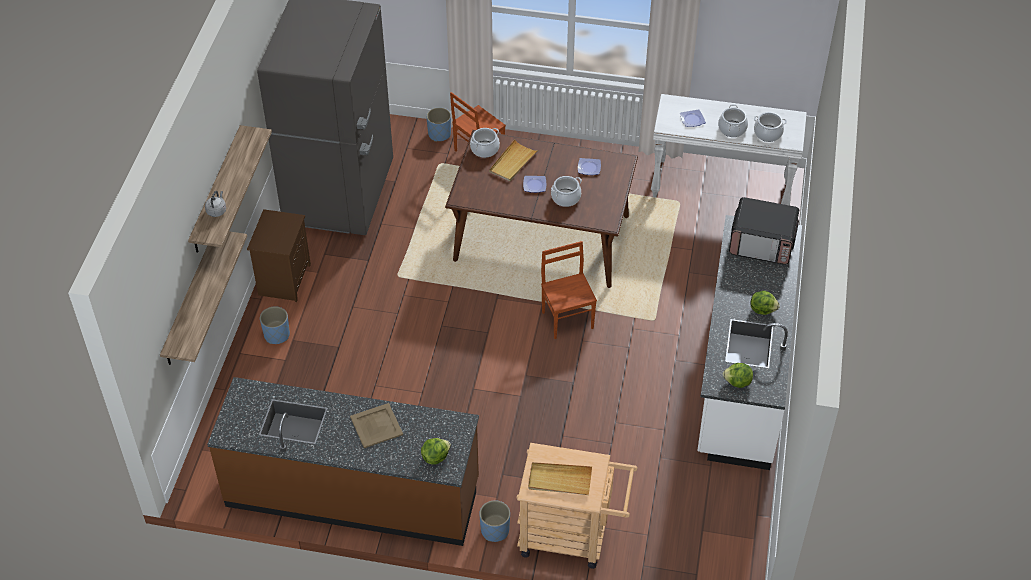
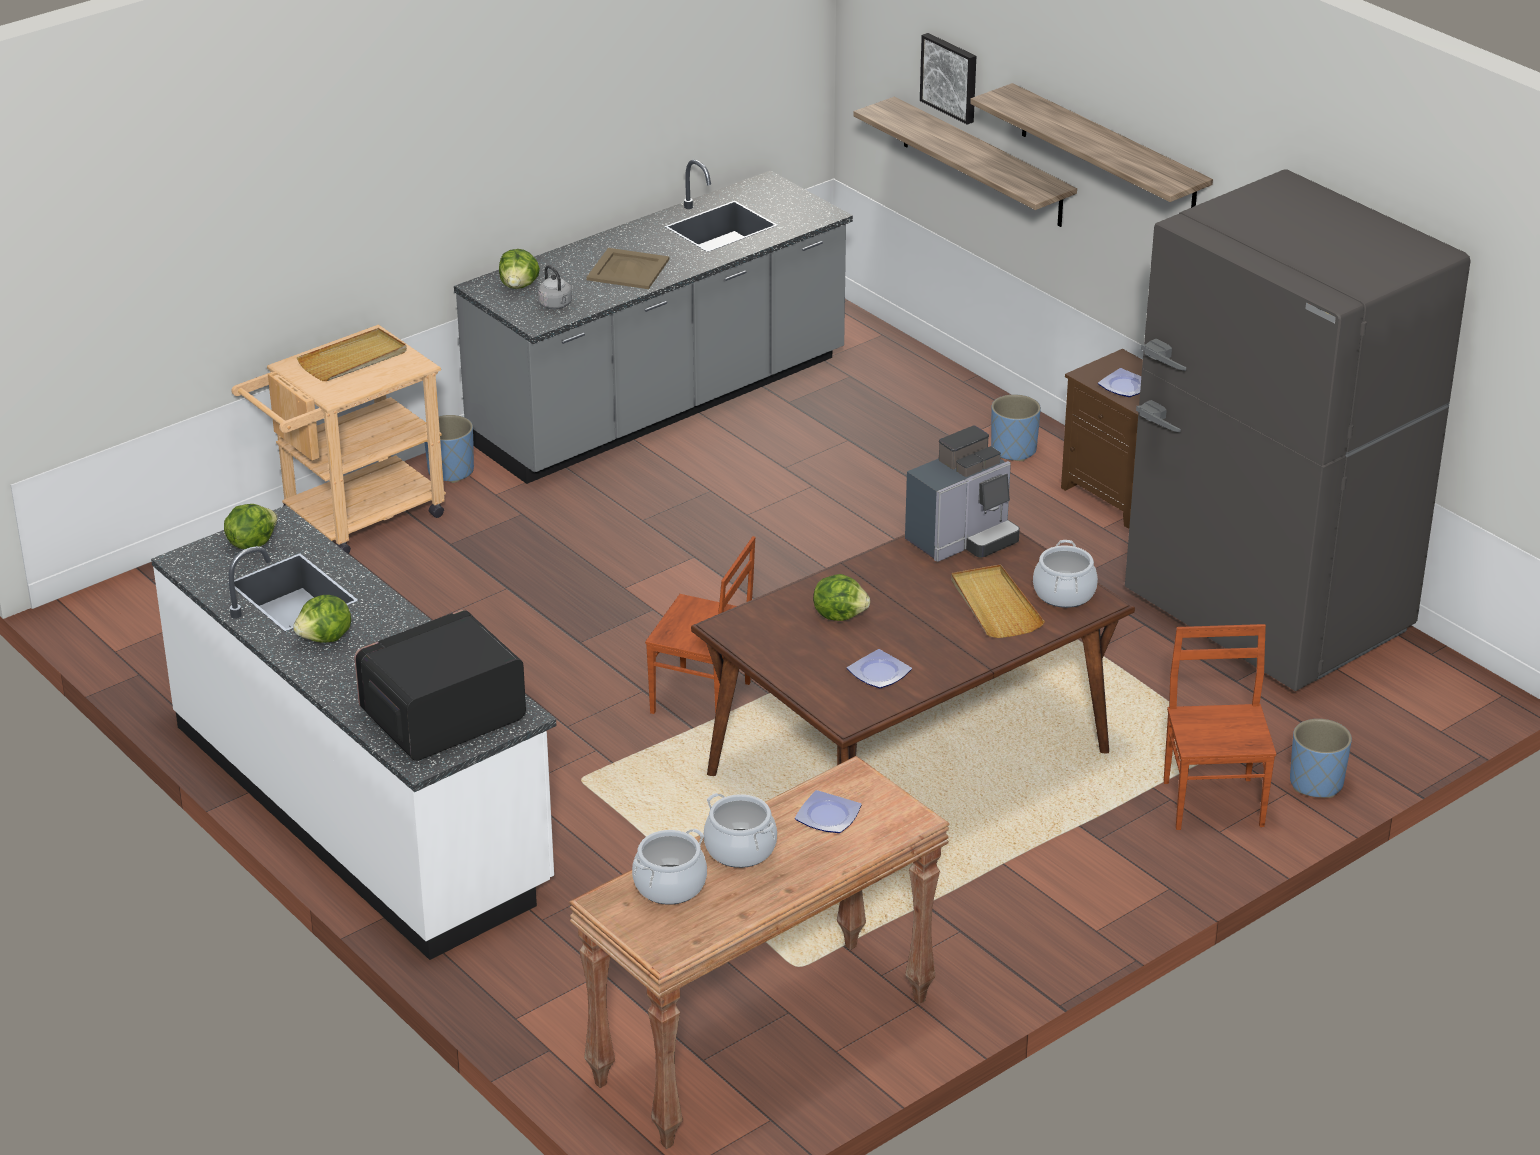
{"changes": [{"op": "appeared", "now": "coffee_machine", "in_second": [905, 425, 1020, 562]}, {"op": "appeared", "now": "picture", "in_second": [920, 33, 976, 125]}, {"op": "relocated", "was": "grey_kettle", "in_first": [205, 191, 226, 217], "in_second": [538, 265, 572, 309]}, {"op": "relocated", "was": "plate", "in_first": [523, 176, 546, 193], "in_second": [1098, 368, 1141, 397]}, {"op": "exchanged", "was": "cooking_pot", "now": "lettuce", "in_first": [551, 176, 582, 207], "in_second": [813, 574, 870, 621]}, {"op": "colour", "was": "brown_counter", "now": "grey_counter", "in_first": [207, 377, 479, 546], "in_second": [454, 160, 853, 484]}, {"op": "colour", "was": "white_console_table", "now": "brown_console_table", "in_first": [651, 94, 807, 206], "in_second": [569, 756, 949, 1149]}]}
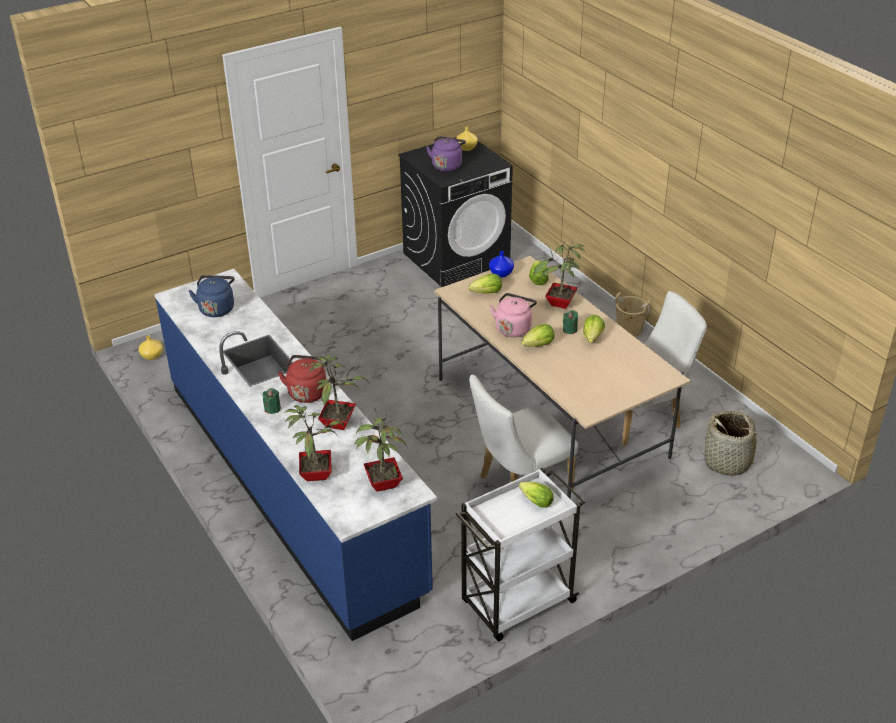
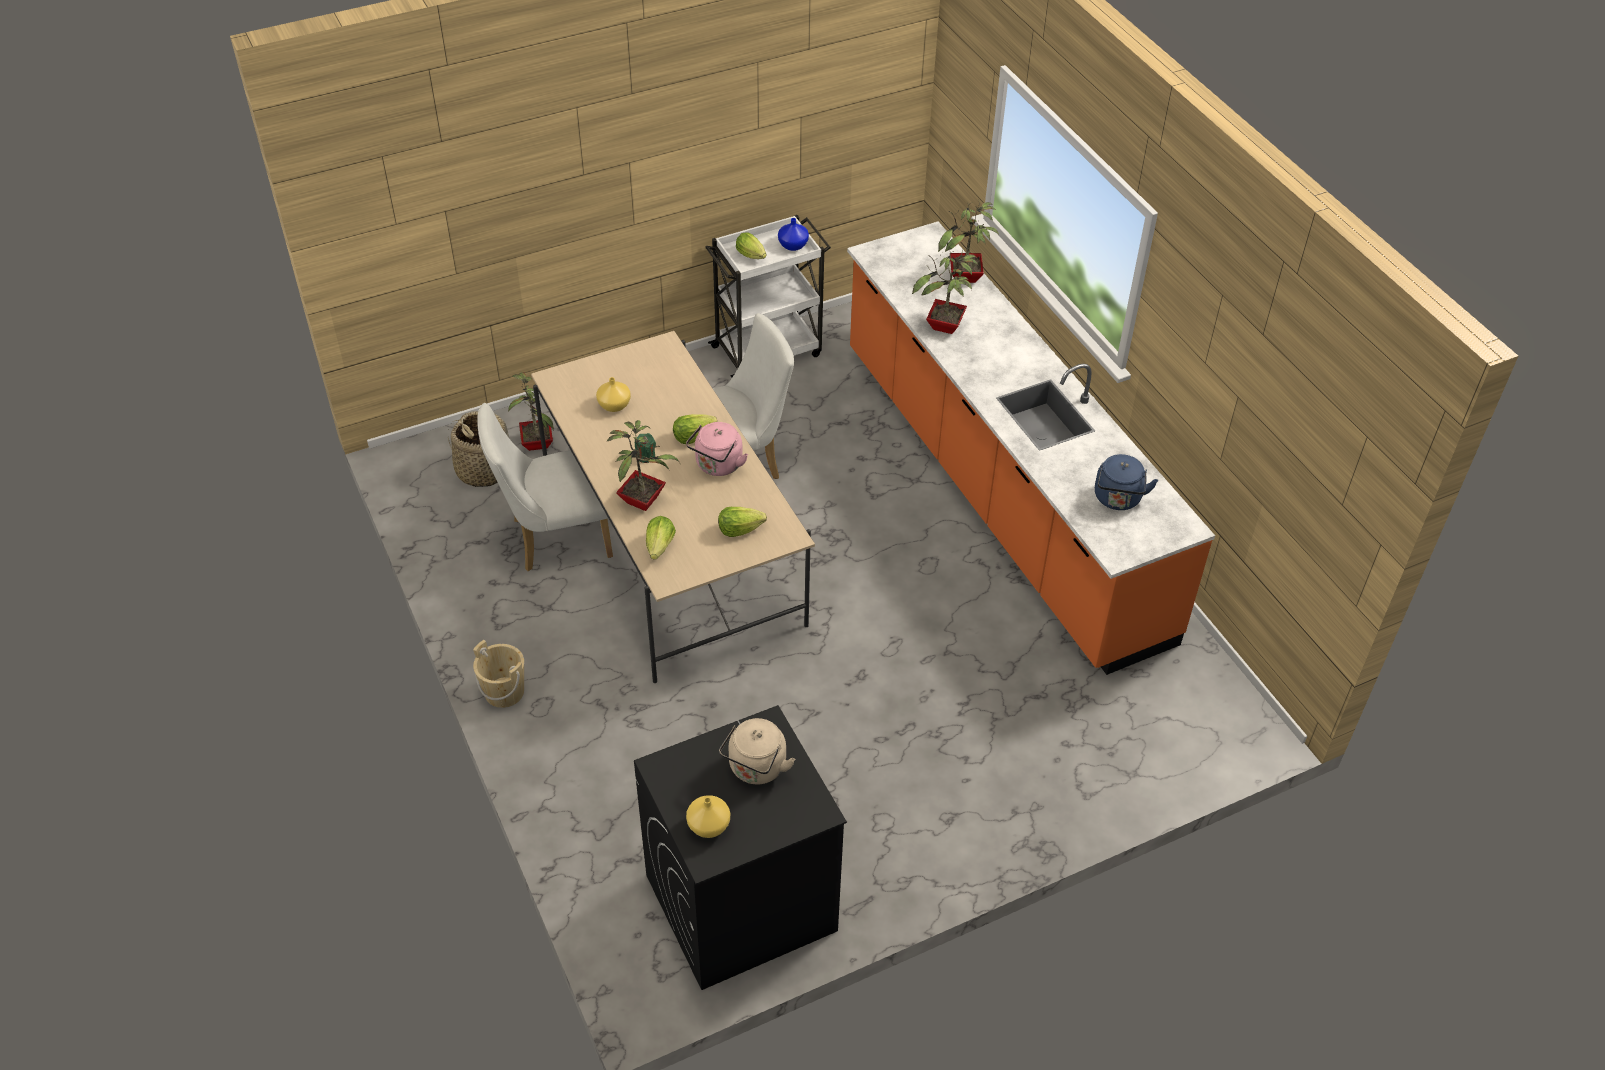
{"changes": [{"op": "missing", "was": "green_candle", "in_first": [263, 388, 281, 414]}, {"op": "missing", "was": "red_kettle", "in_first": [278, 355, 328, 403]}, {"op": "missing", "was": "lettuce", "in_first": [583, 315, 605, 343]}, {"op": "relocated", "was": "yellow_vase", "in_first": [139, 335, 163, 360], "in_second": [596, 377, 631, 412]}, {"op": "relocated", "was": "potted_plant", "in_first": [354, 408, 407, 492], "in_second": [508, 372, 554, 451]}, {"op": "relocated", "was": "blue_vase", "in_first": [489, 251, 514, 277], "in_second": [778, 218, 809, 251]}, {"op": "colour", "was": "blue_counter", "now": "orange_counter", "in_first": [154, 269, 437, 641], "in_second": [847, 222, 1215, 675]}, {"op": "colour", "was": "purple_kettle", "now": "beige_kettle", "in_first": [426, 136, 466, 172], "in_second": [719, 718, 795, 785]}]}
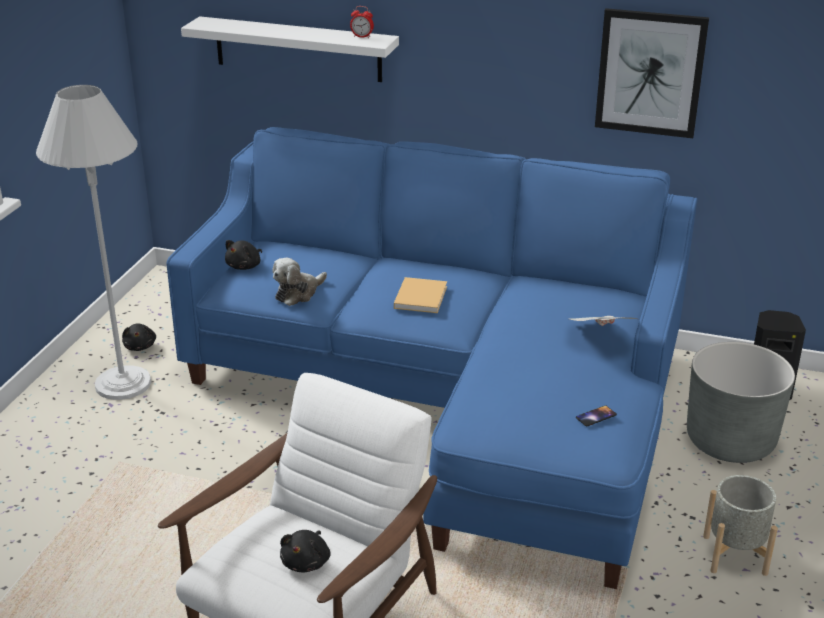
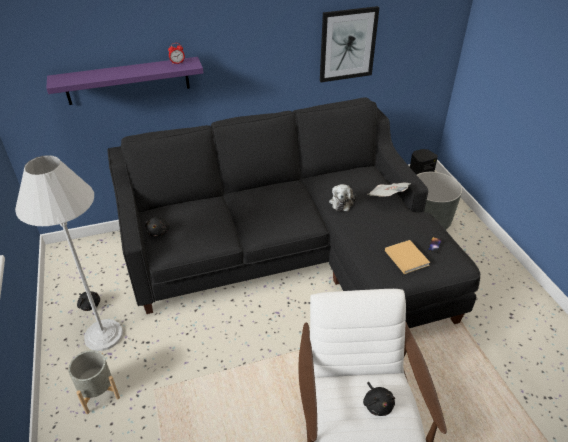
{"changes": [{"op": "relocated", "was": "plush_toy", "in_first": [272, 258, 327, 306], "in_second": [329, 184, 356, 211]}, {"op": "relocated", "was": "beige_book", "in_first": [394, 277, 447, 313], "in_second": [385, 240, 430, 274]}, {"op": "relocated", "was": "grey_planter", "in_first": [703, 475, 778, 576], "in_second": [68, 350, 120, 414]}, {"op": "colour", "was": "blue_sofa", "now": "black_sofa", "in_first": [167, 127, 698, 589], "in_second": [107, 97, 480, 328]}, {"op": "colour", "was": "white_shelf", "now": "purple_shelf", "in_first": [181, 16, 399, 82], "in_second": [46, 57, 204, 105]}]}
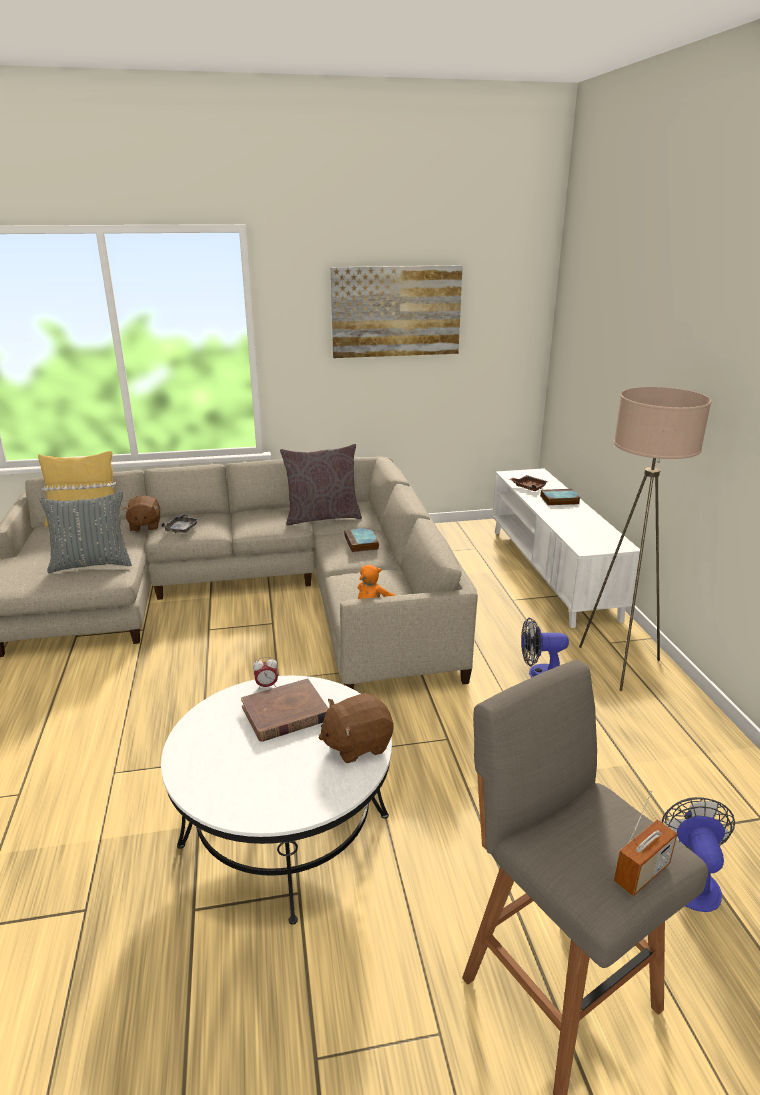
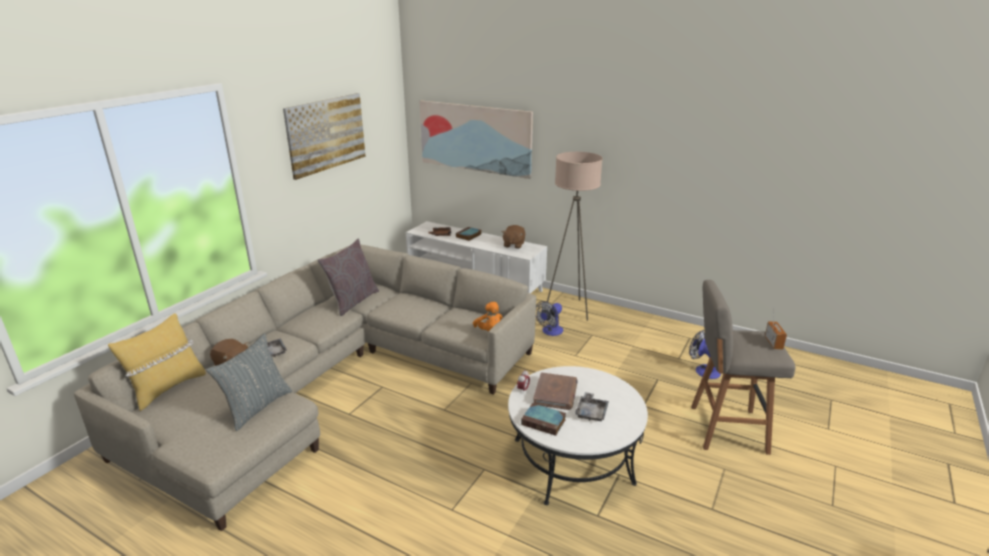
{"changes": [{"op": "appeared", "now": "picture", "in_second": [419, 100, 533, 179]}, {"op": "appeared", "now": "grey_tray", "in_second": [575, 392, 609, 421]}, {"op": "relocated", "was": "brown_plush_toy", "in_first": [319, 693, 393, 763], "in_second": [502, 225, 525, 249]}, {"op": "relocated", "was": "book", "in_first": [344, 527, 379, 552], "in_second": [521, 403, 566, 436]}]}
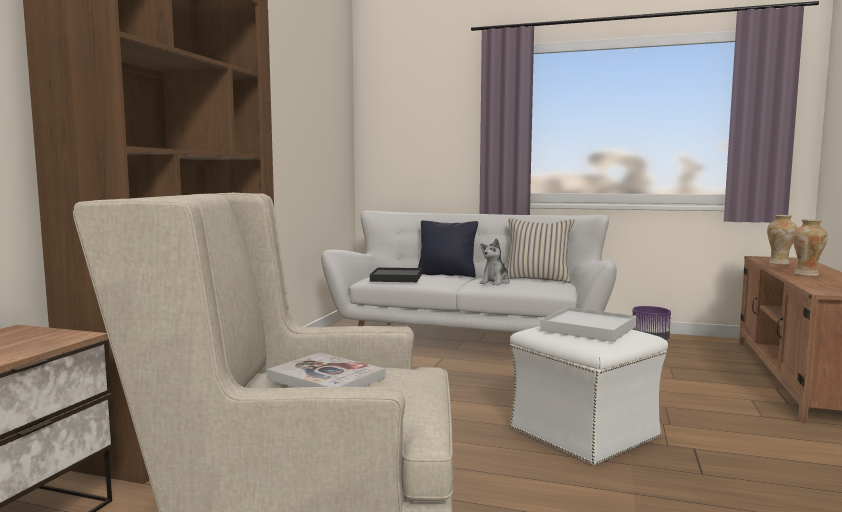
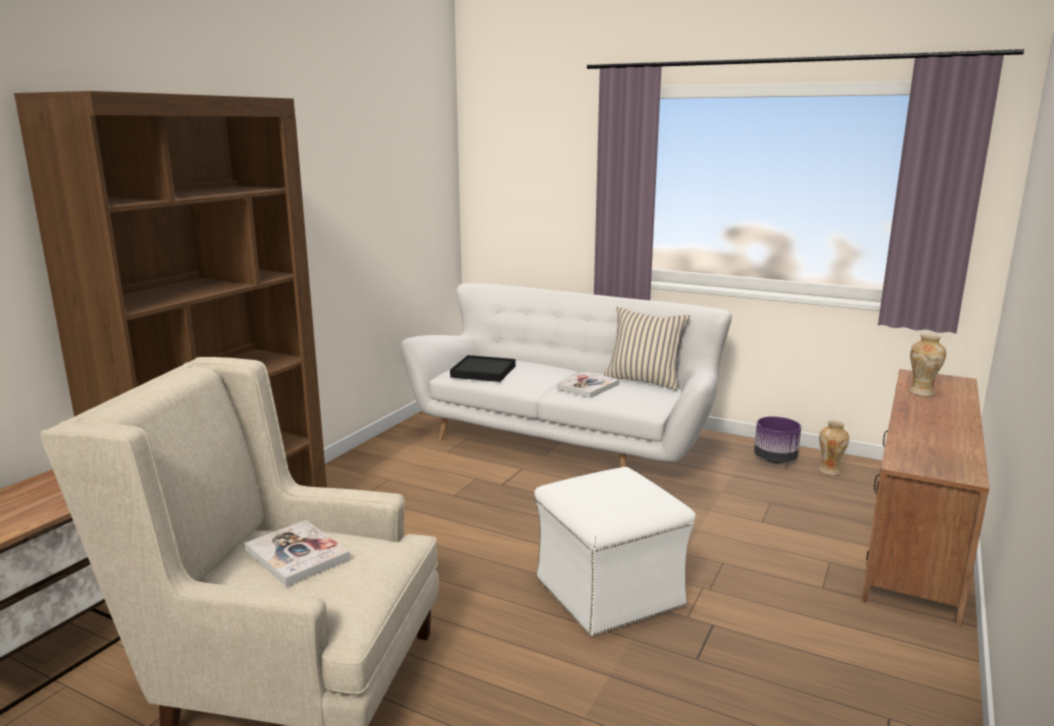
{"changes": [{"op": "missing", "was": "black_pillow", "in_first": [418, 220, 478, 277]}, {"op": "missing", "was": "white_tray", "in_first": [540, 307, 636, 342]}, {"op": "relocated", "was": "vase", "in_first": [793, 220, 828, 276], "in_second": [819, 420, 849, 475]}, {"op": "exchanged", "was": "plush_toy", "now": "book", "in_first": [480, 238, 510, 285], "in_second": [557, 372, 619, 398]}]}
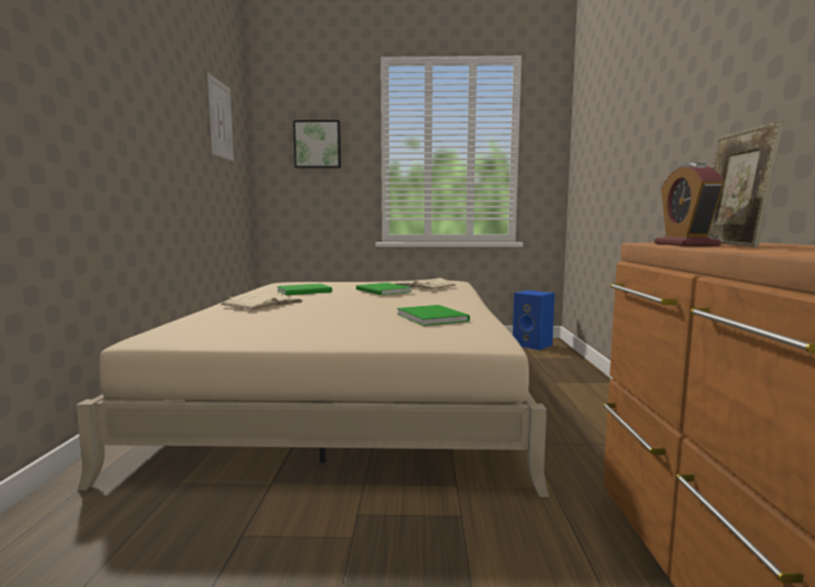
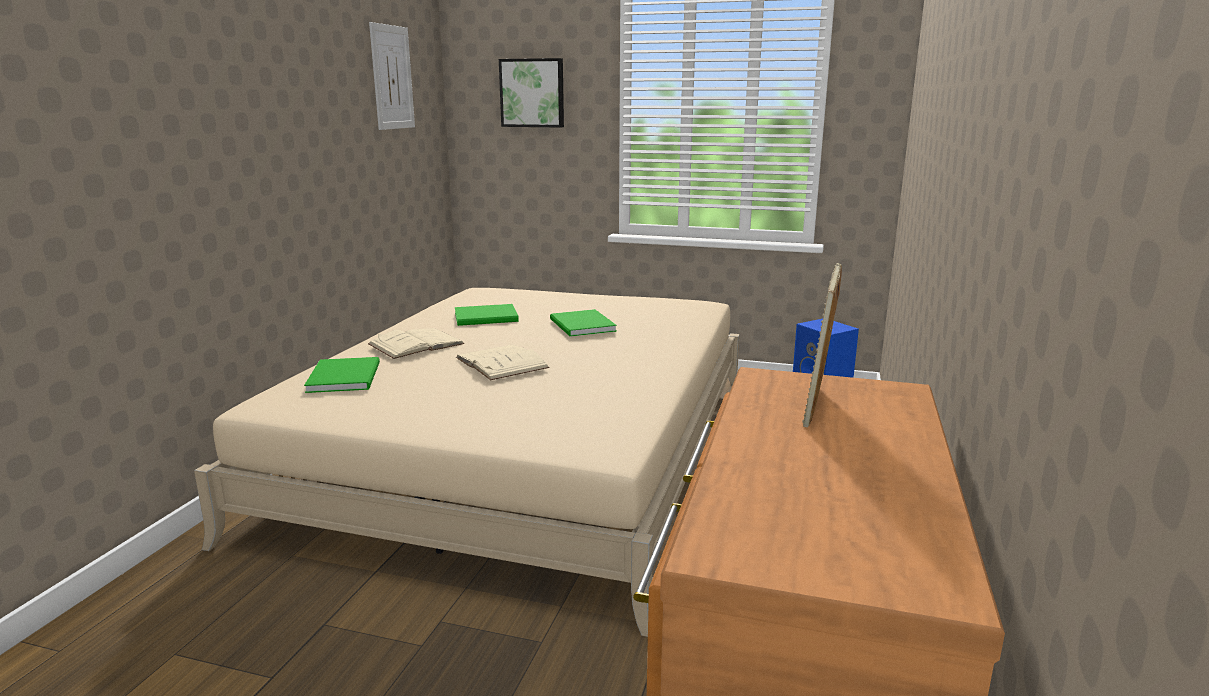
{"changes": [{"op": "missing", "was": "alarm_clock", "in_first": [654, 163, 724, 246]}, {"op": "relocated", "was": "beige_book", "in_first": [395, 278, 456, 289], "in_second": [456, 345, 550, 380]}, {"op": "relocated", "was": "green_book", "in_first": [397, 305, 470, 326], "in_second": [304, 357, 380, 393]}]}
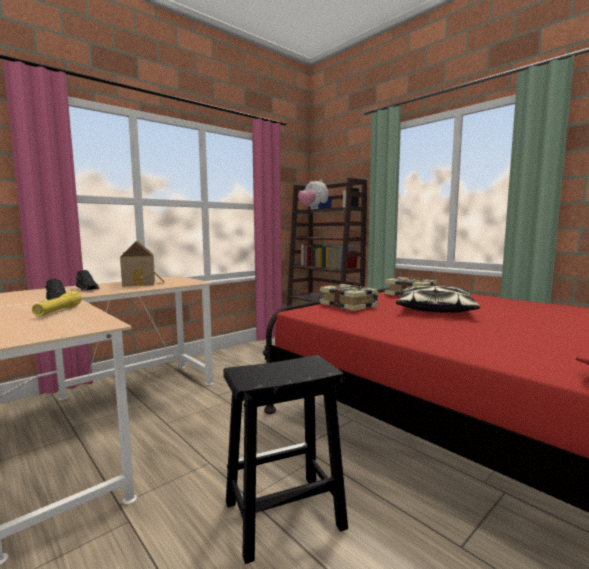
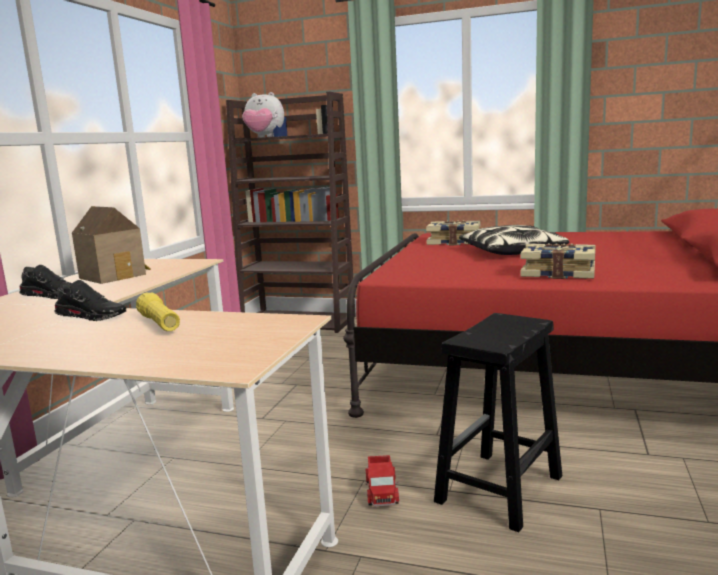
{"changes": [{"op": "appeared", "now": "toy_truck", "in_second": [366, 455, 399, 507]}, {"op": "relocated", "was": "book", "in_first": [320, 284, 379, 311], "in_second": [520, 243, 595, 279]}]}
